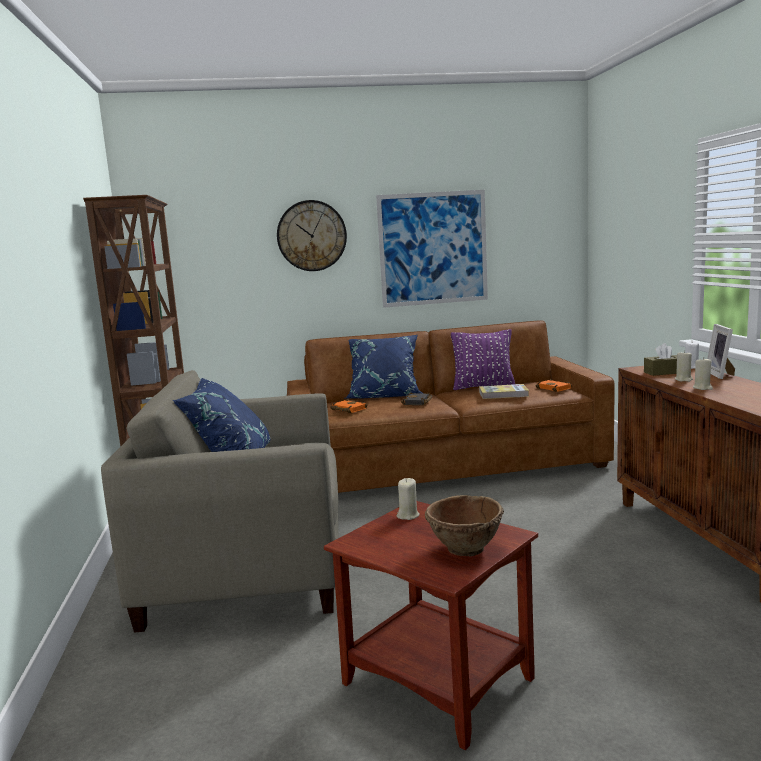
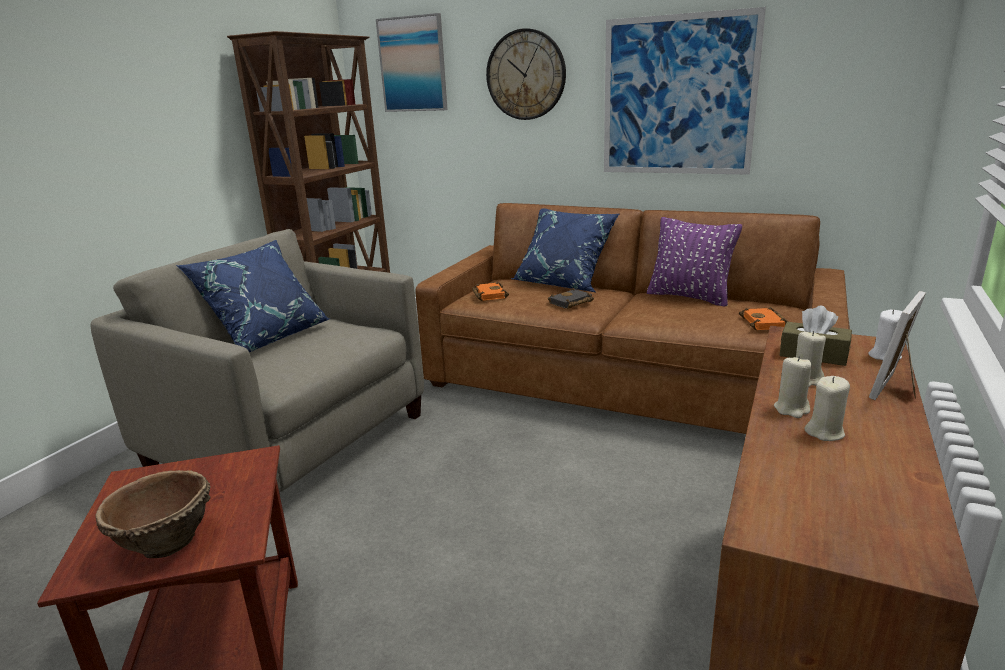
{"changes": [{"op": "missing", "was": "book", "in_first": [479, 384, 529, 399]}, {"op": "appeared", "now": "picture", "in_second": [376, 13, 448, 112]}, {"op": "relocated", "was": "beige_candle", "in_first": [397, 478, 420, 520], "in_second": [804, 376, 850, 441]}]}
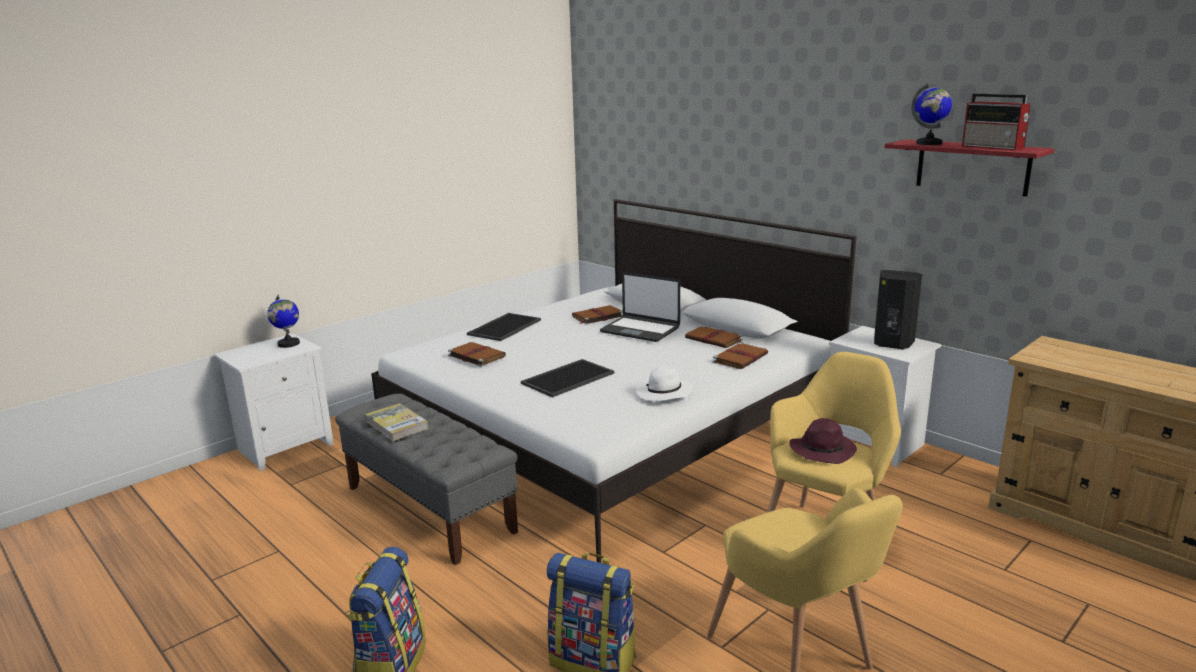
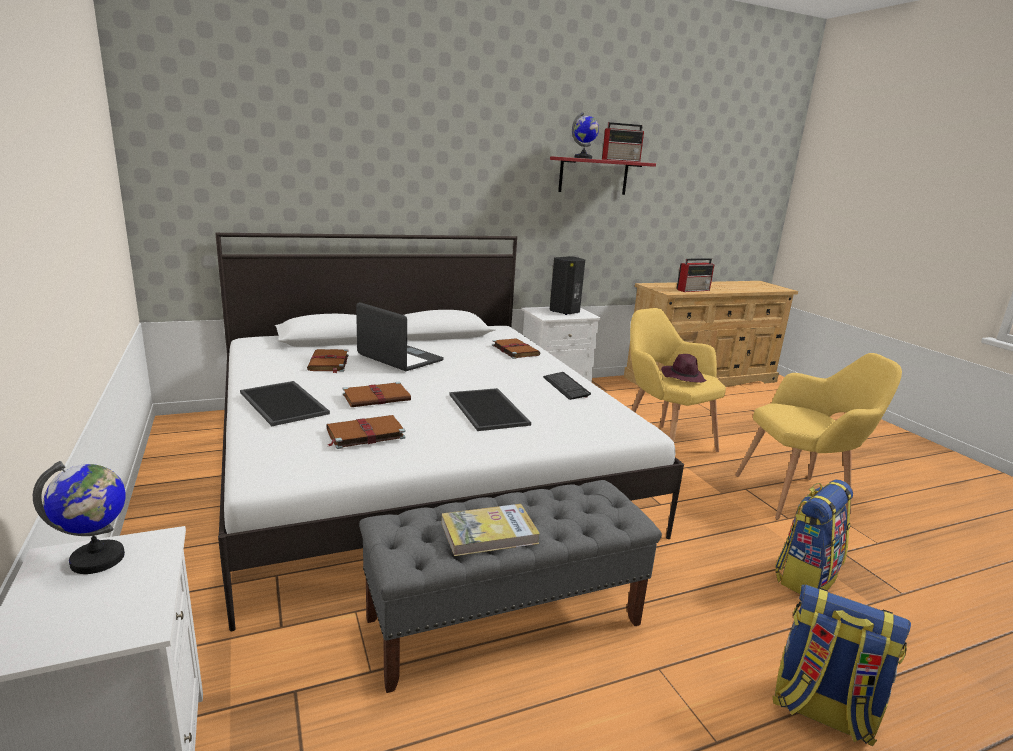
{"changes": [{"op": "appeared", "now": "radio", "in_second": [676, 258, 714, 292]}, {"op": "relocated", "was": "brown_book", "in_first": [685, 325, 743, 348], "in_second": [343, 382, 411, 407]}, {"op": "exchanged", "was": "white_hat", "now": "keyboard", "in_first": [636, 366, 692, 401], "in_second": [543, 372, 591, 400]}, {"op": "spun", "was": "laptop", "in_first": [600, 272, 680, 342], "in_second": [356, 302, 444, 371], "clockwise": -105}]}
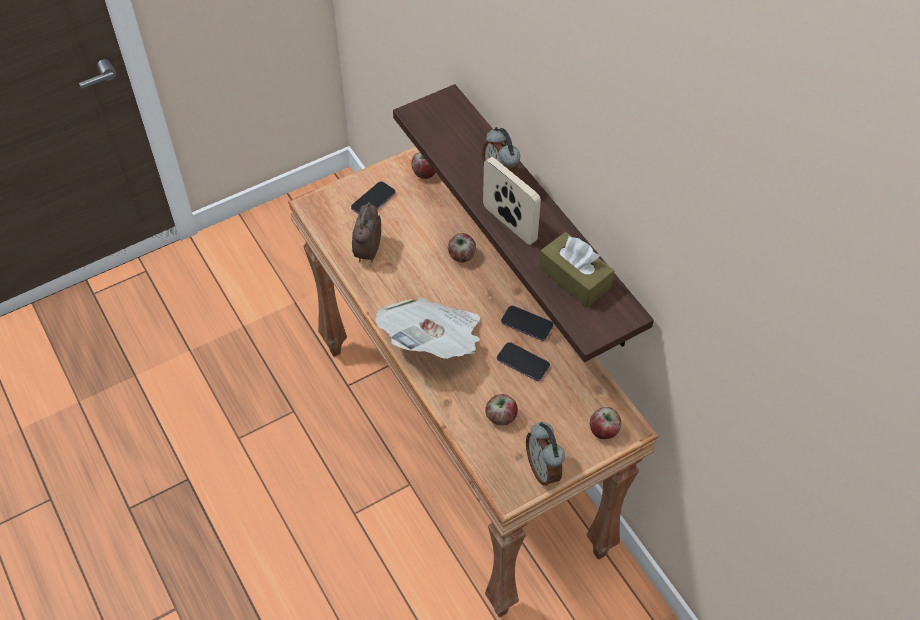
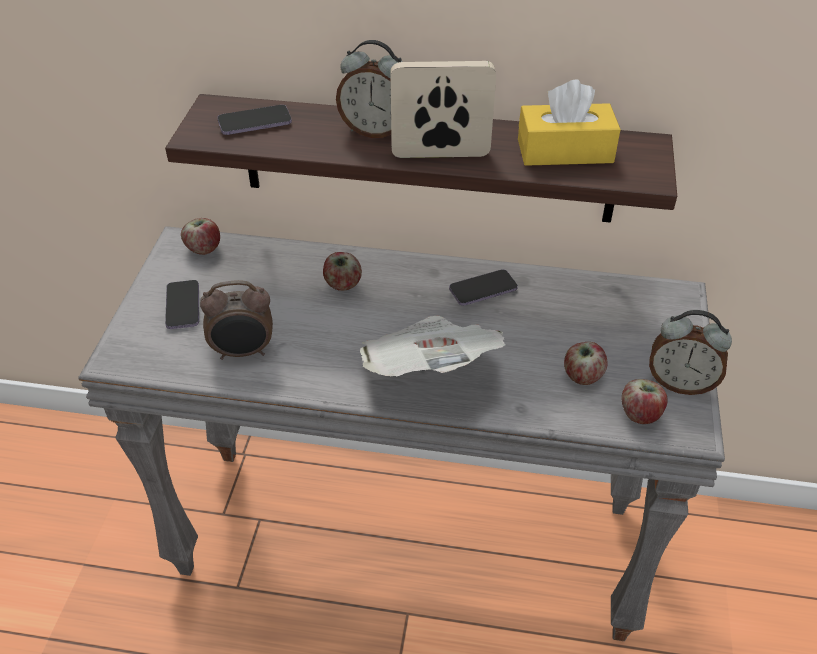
{"changes": [{"op": "relocated", "was": "phone", "in_first": [497, 342, 550, 381], "in_second": [217, 105, 292, 135]}, {"op": "relocated", "was": "apple", "in_first": [590, 407, 621, 439], "in_second": [622, 379, 668, 424]}, {"op": "colour", "was": "brown_console_table", "now": "grey_console_table", "in_first": [288, 146, 658, 617], "in_second": [78, 226, 725, 641]}, {"op": "colour", "was": "brown_tissue_box", "now": "yellow_tissue_box", "in_first": [539, 232, 614, 307], "in_second": [518, 80, 621, 166]}, {"op": "spun", "was": "alarm_clock", "in_first": [352, 202, 381, 263], "in_second": [200, 280, 273, 360], "clockwise": -60}]}
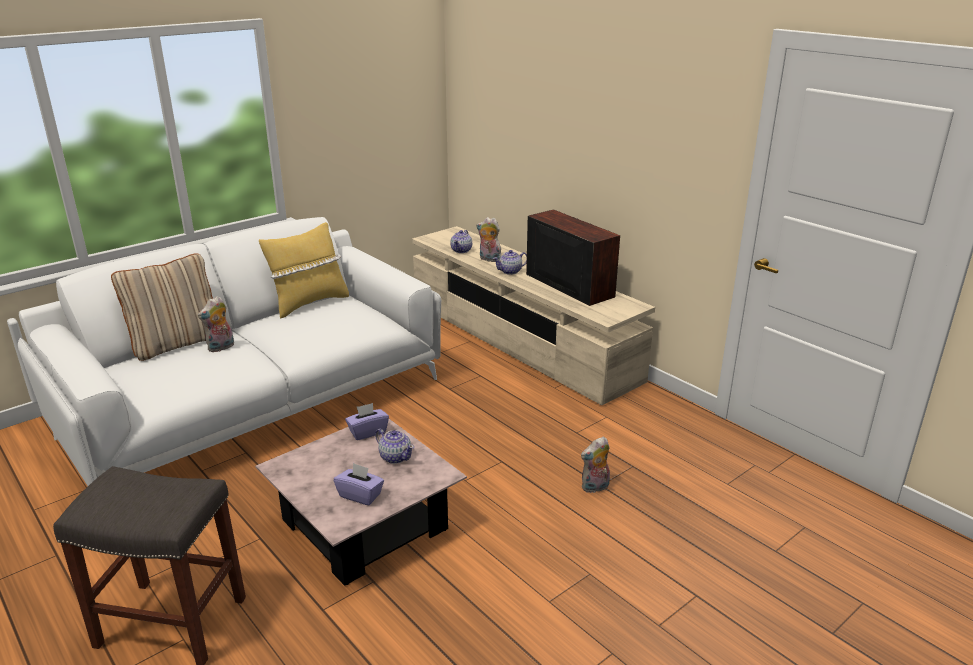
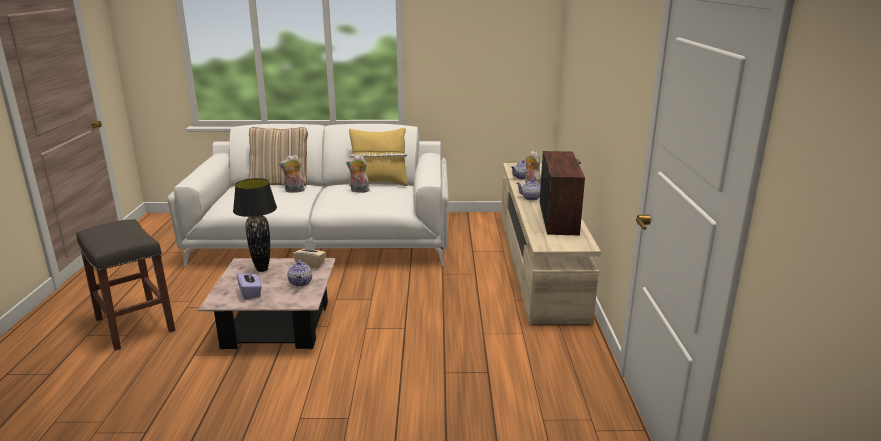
{"changes": [{"op": "appeared", "now": "black_table_lamp", "in_second": [233, 178, 277, 272]}, {"op": "relocated", "was": "plush_toy", "in_first": [581, 437, 610, 493], "in_second": [346, 155, 370, 193]}, {"op": "colour", "was": "purple_tissue_box", "now": "beige_tissue_box", "in_first": [345, 403, 389, 440], "in_second": [293, 243, 326, 268]}]}
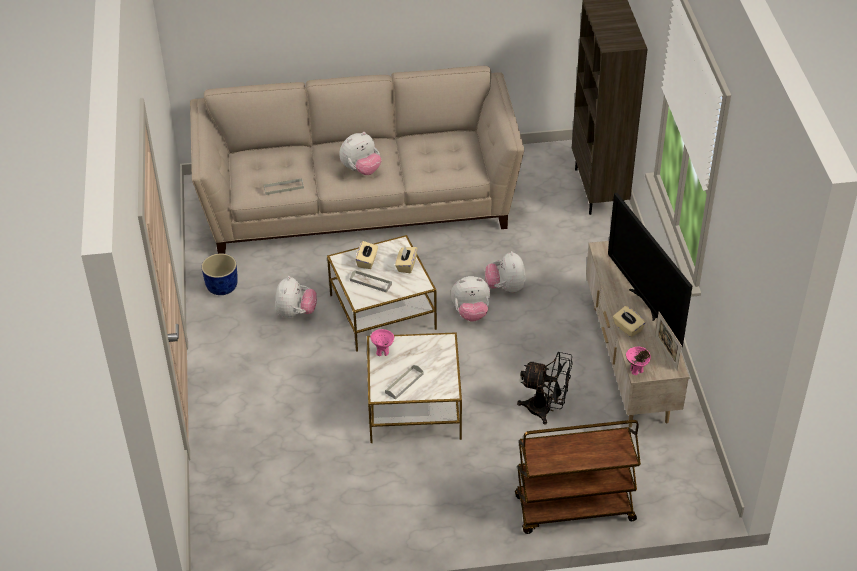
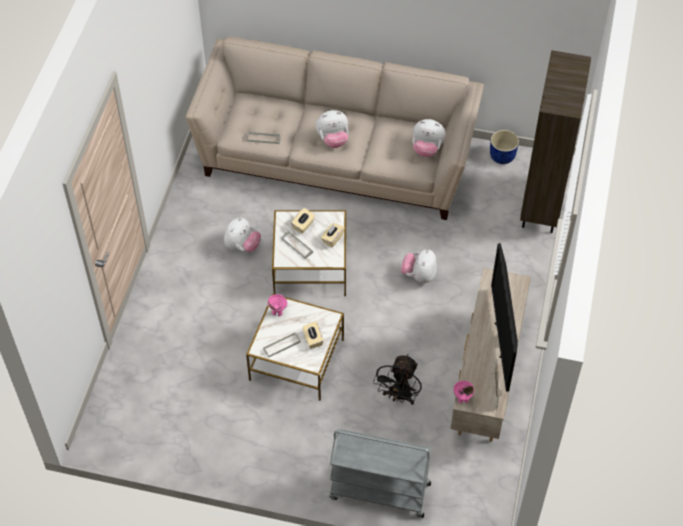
{"changes": [{"op": "relocated", "was": "blue_planter", "in_first": [202, 253, 238, 295], "in_second": [490, 130, 519, 164]}, {"op": "relocated", "was": "plush_toy", "in_first": [451, 276, 490, 322], "in_second": [413, 119, 446, 157]}, {"op": "relocated", "was": "beige_tissue_box", "in_first": [613, 306, 646, 337], "in_second": [303, 321, 324, 348]}, {"op": "colour", "was": "brown_cart", "now": "grey_cart", "in_first": [515, 420, 641, 534], "in_second": [329, 429, 432, 518]}, {"op": "spun", "was": "black_fan", "in_first": [517, 352, 573, 425], "in_second": [373, 354, 422, 405], "clockwise": 75}]}
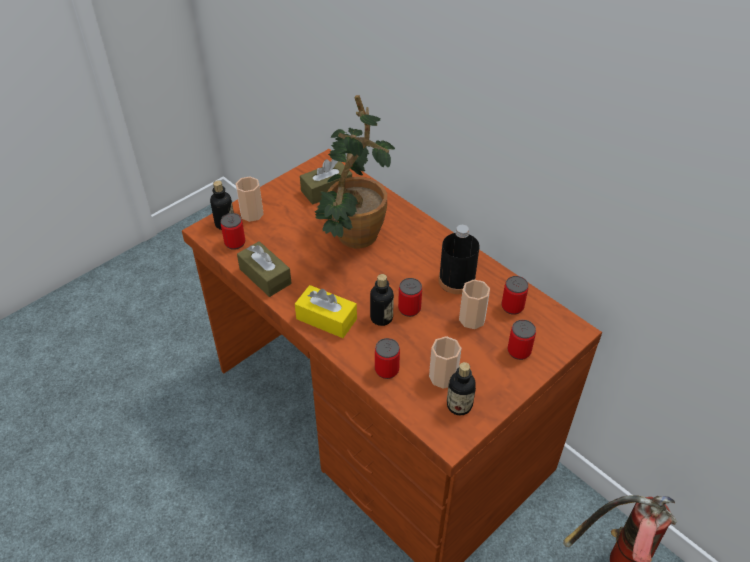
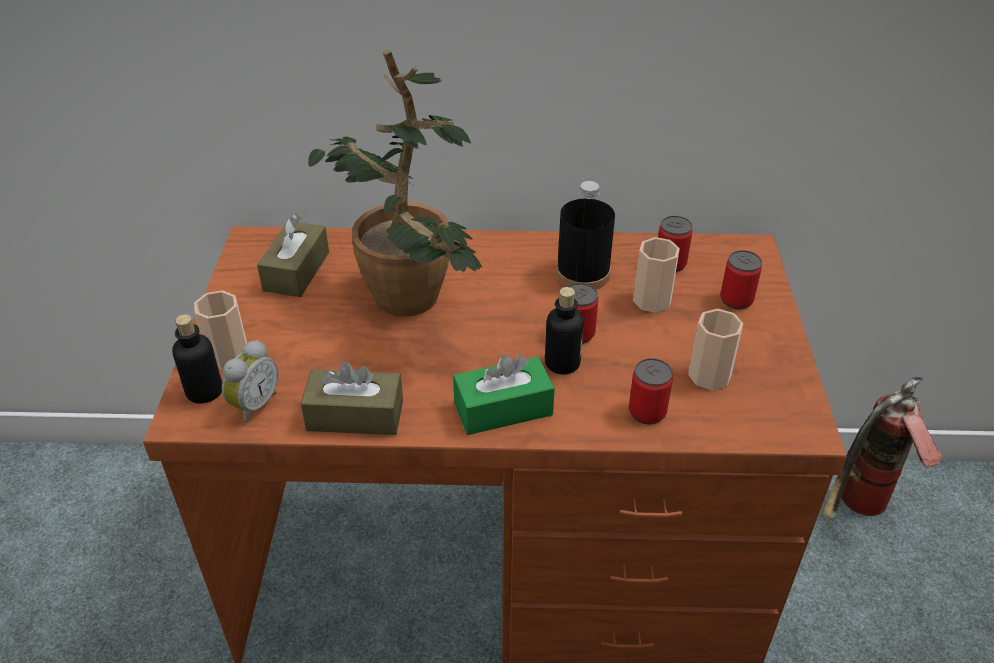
{"changes": [{"op": "missing", "was": "bottle", "in_first": [447, 362, 476, 415]}, {"op": "exchanged", "was": "can", "now": "alarm_clock", "in_first": [221, 213, 245, 250], "in_second": [222, 340, 278, 423]}, {"op": "colour", "was": "yellow_tissue_box", "now": "green_tissue_box", "in_first": [295, 285, 357, 338], "in_second": [453, 355, 555, 435]}]}
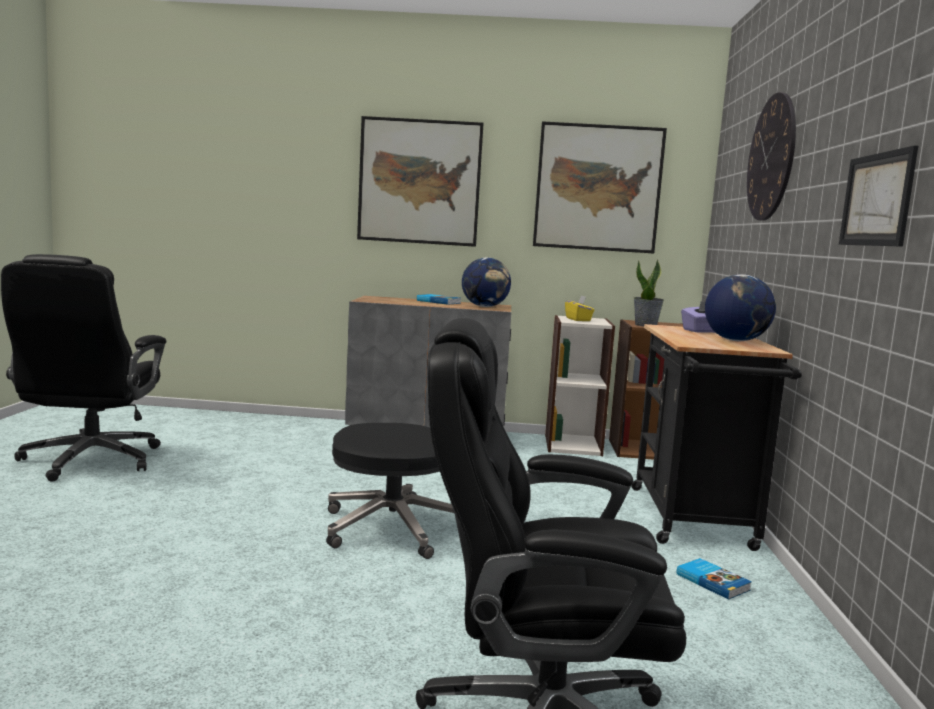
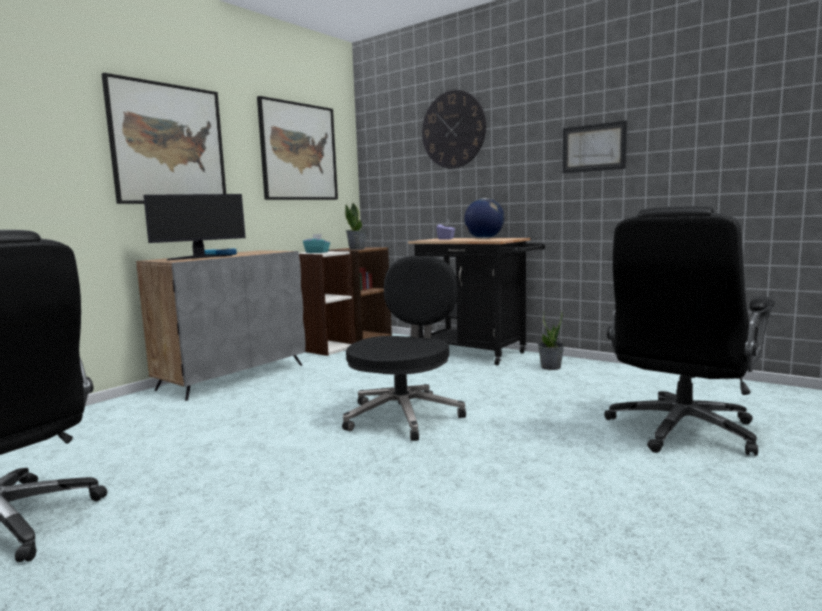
{"changes": [{"op": "missing", "was": "globe", "in_first": [462, 257, 511, 307]}, {"op": "appeared", "now": "monitor", "in_second": [143, 194, 246, 260]}, {"op": "exchanged", "was": "book", "now": "potted_plant", "in_first": [677, 558, 752, 600], "in_second": [538, 311, 565, 370]}, {"op": "colour", "was": "yellow_tissue_box", "now": "turquoise_tissue_box", "in_first": [565, 295, 595, 321], "in_second": [303, 234, 330, 253]}]}
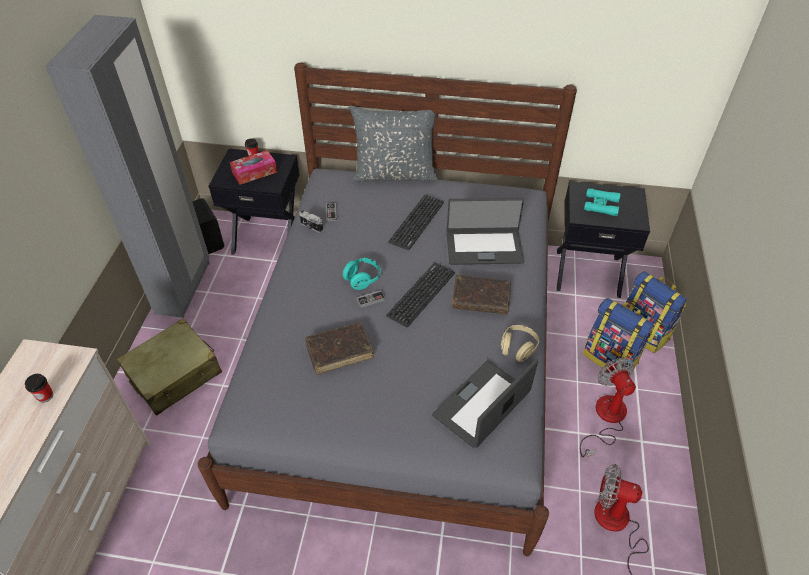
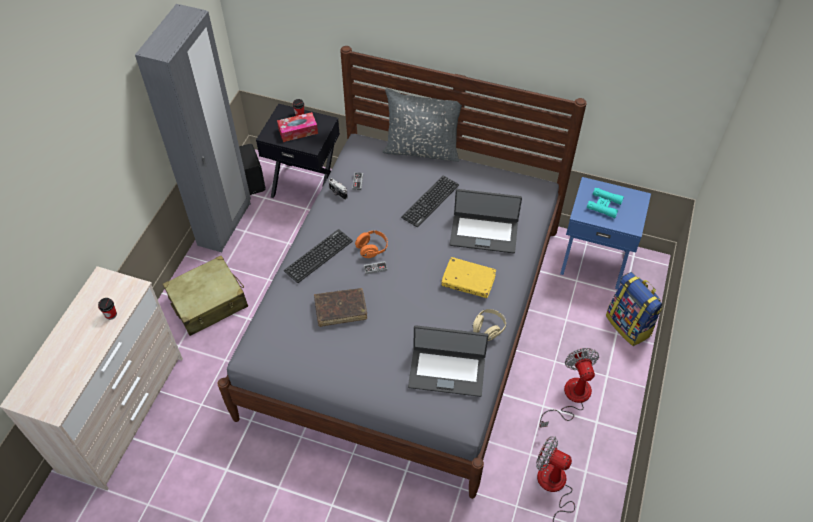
{"changes": [{"op": "missing", "was": "backpack", "in_first": [583, 298, 654, 373]}, {"op": "relocated", "was": "keyboard", "in_first": [386, 262, 455, 328], "in_second": [284, 229, 353, 283]}, {"op": "colour", "was": "turquoise_headphones", "now": "orange_headphones", "in_first": [343, 258, 381, 290], "in_second": [355, 230, 388, 258]}, {"op": "colour", "was": "brown_book", "now": "yellow_book", "in_first": [452, 275, 511, 315], "in_second": [441, 257, 496, 298]}, {"op": "colour", "was": "black_nightstand", "now": "blue_nightstand", "in_first": [557, 181, 650, 298], "in_second": [560, 177, 651, 290]}, {"op": "spun", "was": "laptop", "in_first": [432, 359, 538, 448], "in_second": [408, 325, 489, 397], "clockwise": -135}]}
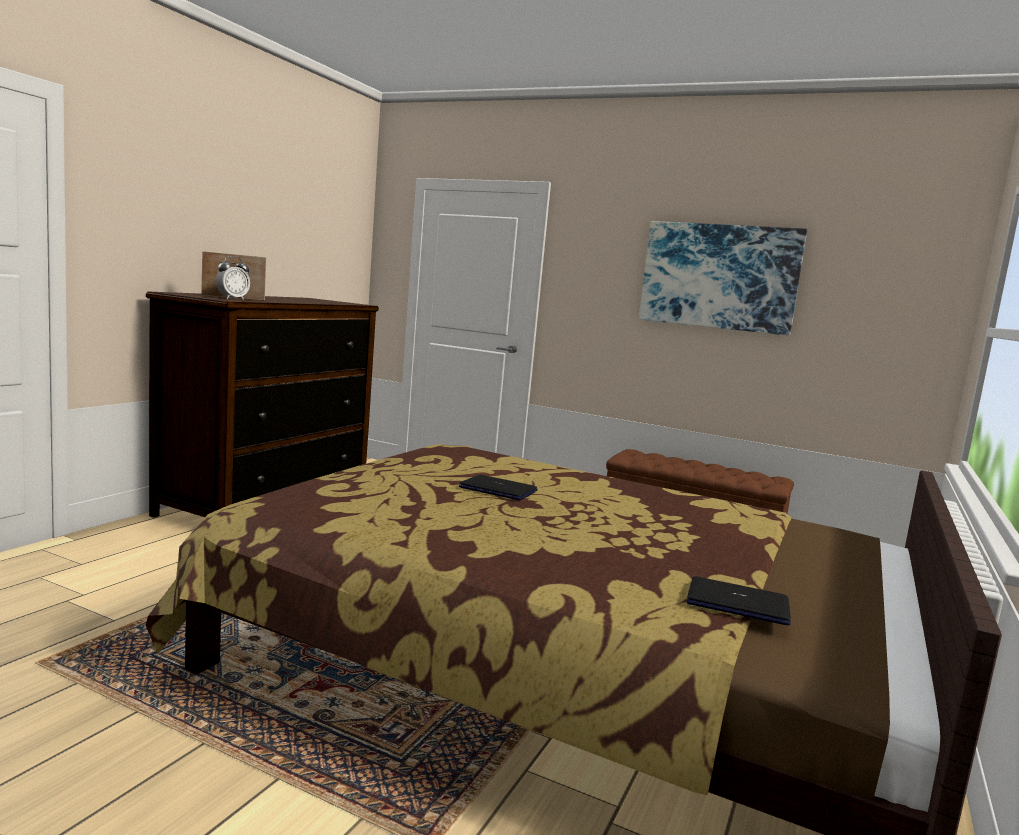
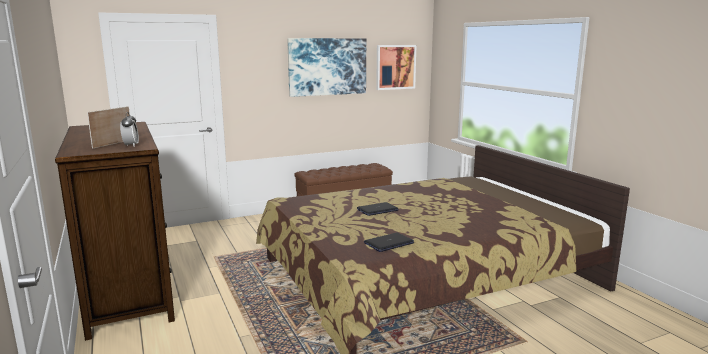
{"changes": [{"op": "appeared", "now": "picture", "in_second": [376, 45, 416, 90]}, {"op": "relocated", "was": "laptop", "in_first": [687, 576, 791, 626], "in_second": [364, 233, 414, 252]}]}
